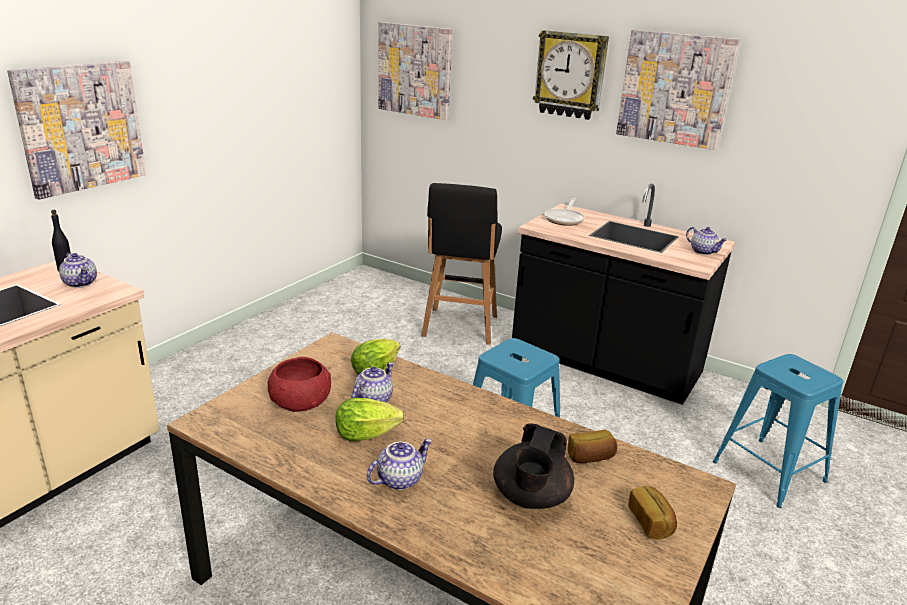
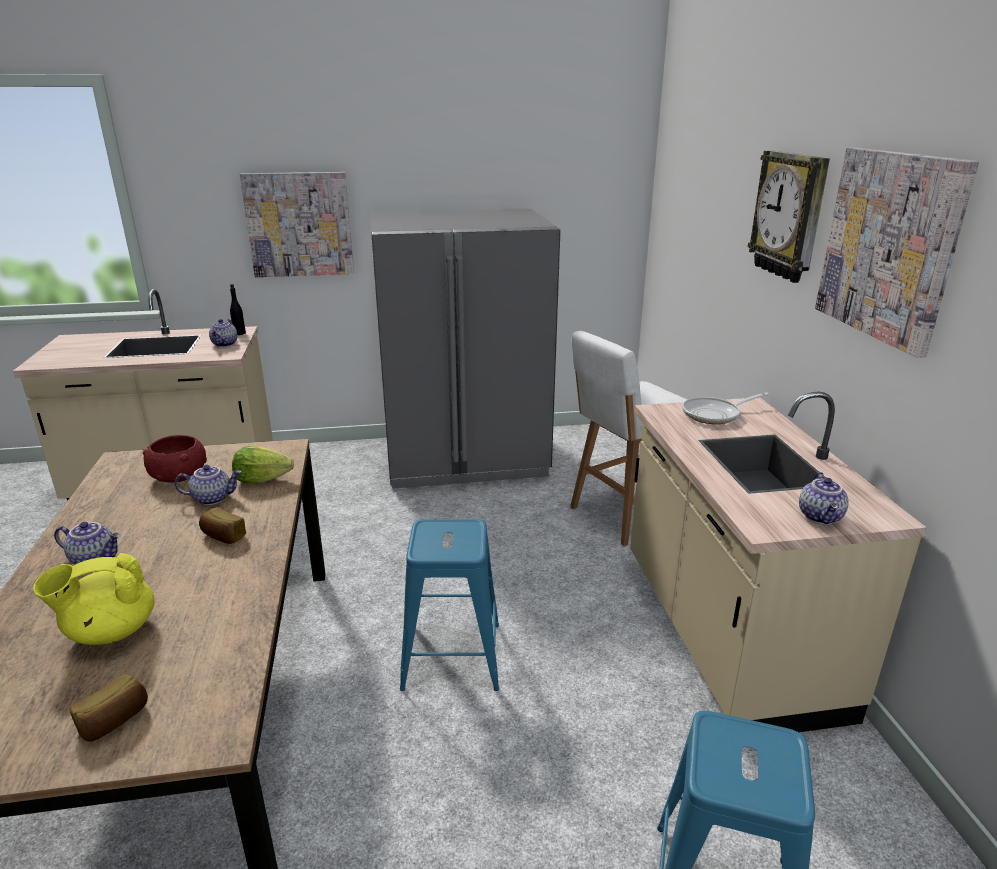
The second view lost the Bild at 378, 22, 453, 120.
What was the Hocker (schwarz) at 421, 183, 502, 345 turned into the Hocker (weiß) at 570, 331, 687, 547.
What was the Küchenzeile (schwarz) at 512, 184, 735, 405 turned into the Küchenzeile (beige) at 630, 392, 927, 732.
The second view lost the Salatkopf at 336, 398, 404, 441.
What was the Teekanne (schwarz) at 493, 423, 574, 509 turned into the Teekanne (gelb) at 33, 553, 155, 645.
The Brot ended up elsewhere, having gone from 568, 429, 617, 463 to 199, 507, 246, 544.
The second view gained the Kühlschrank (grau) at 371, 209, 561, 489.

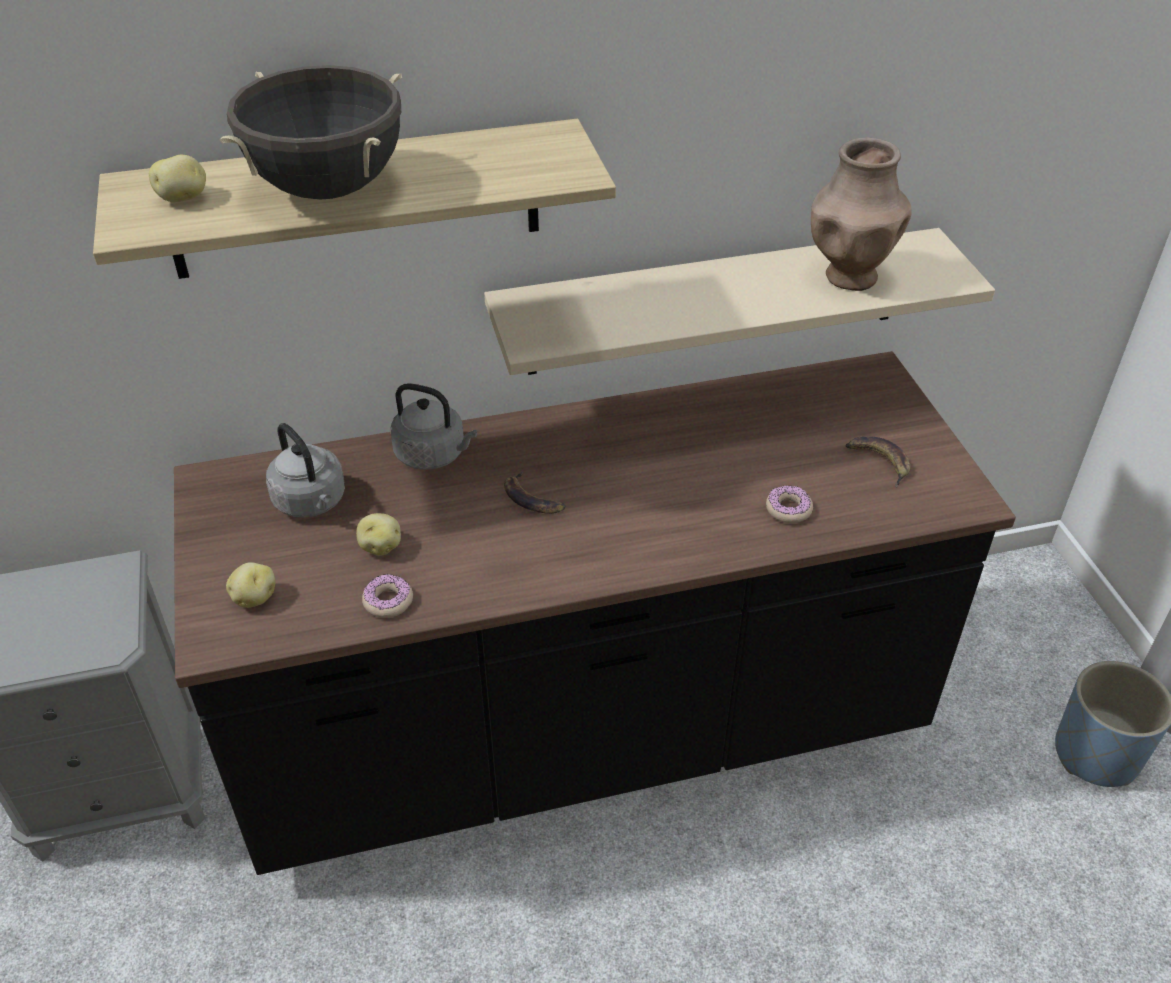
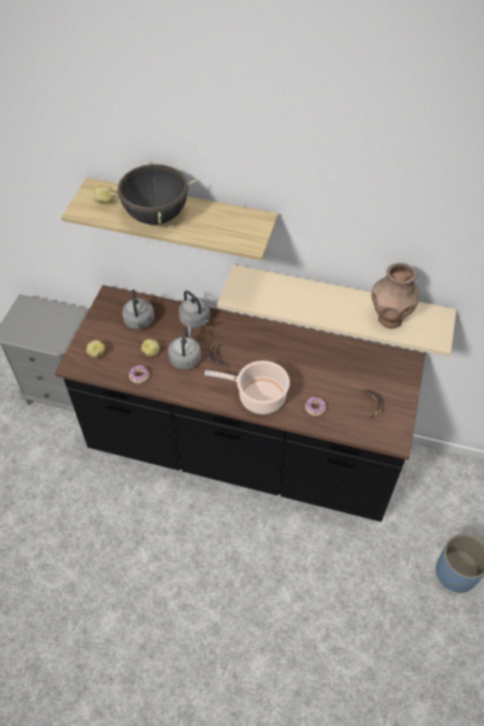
The second view gained the Wasserkessel (grau) at 168, 327, 201, 370.
The second view gained the Kochtopf at 204, 361, 290, 414.

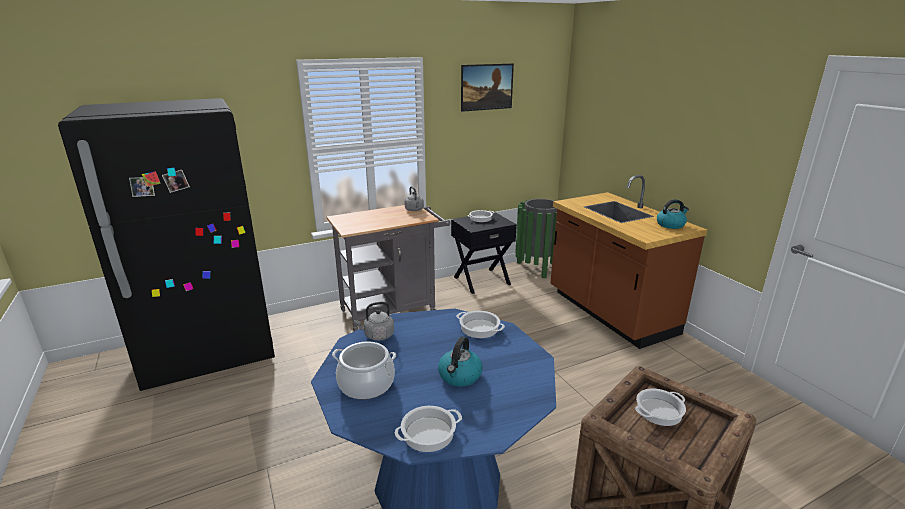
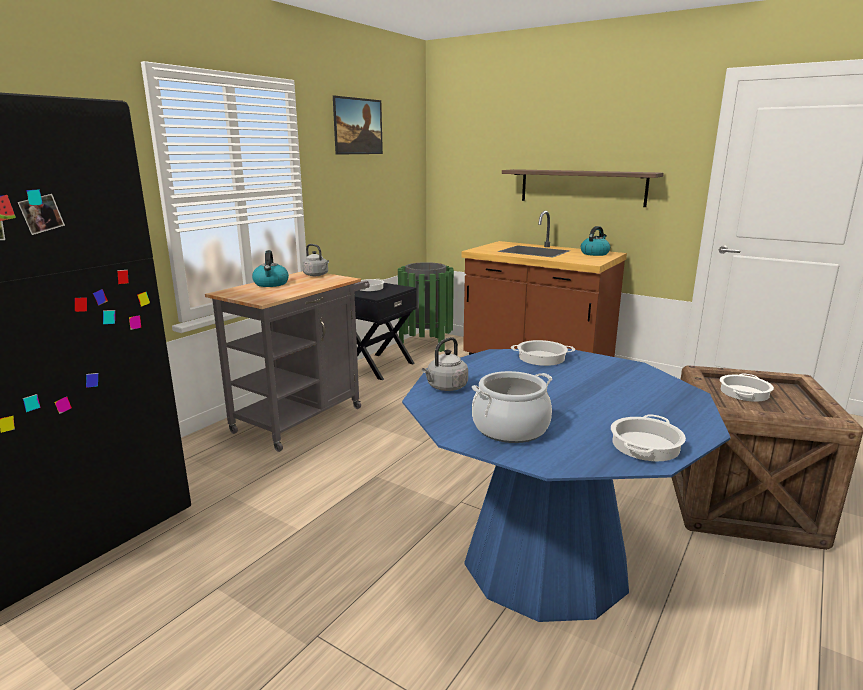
The Wasserkessel ended up elsewhere, having gone from 438, 337, 483, 386 to 252, 250, 289, 287.
The second view gained the Wandregal at 502, 169, 664, 207.

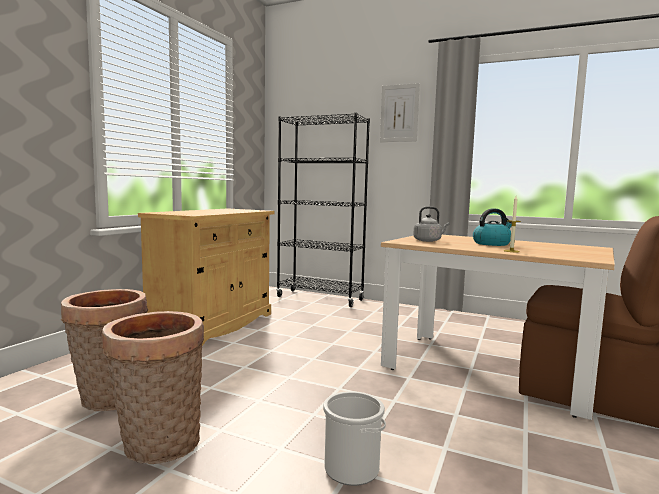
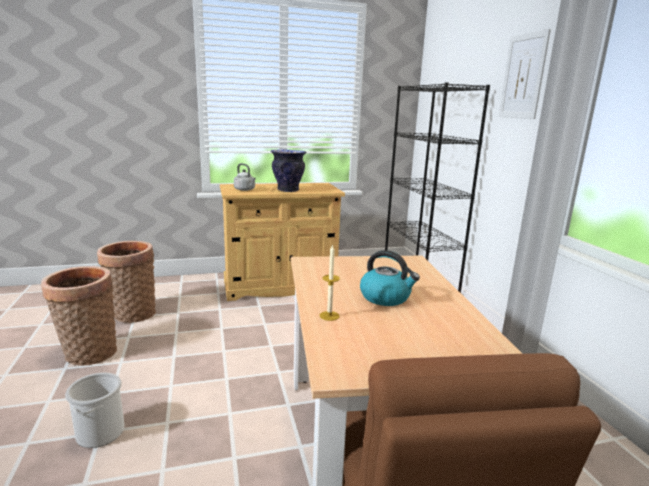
The Wasserkessel (grau) ended up elsewhere, having gone from 413, 207, 450, 242 to 234, 163, 256, 191.
The second view gained the Vase at 271, 149, 306, 192.

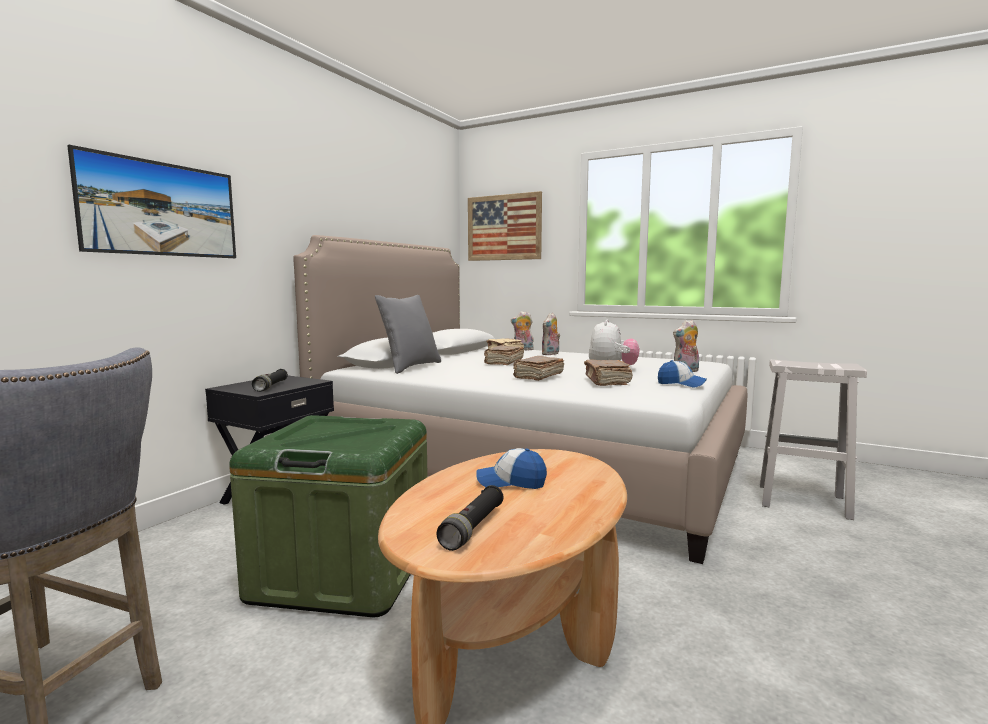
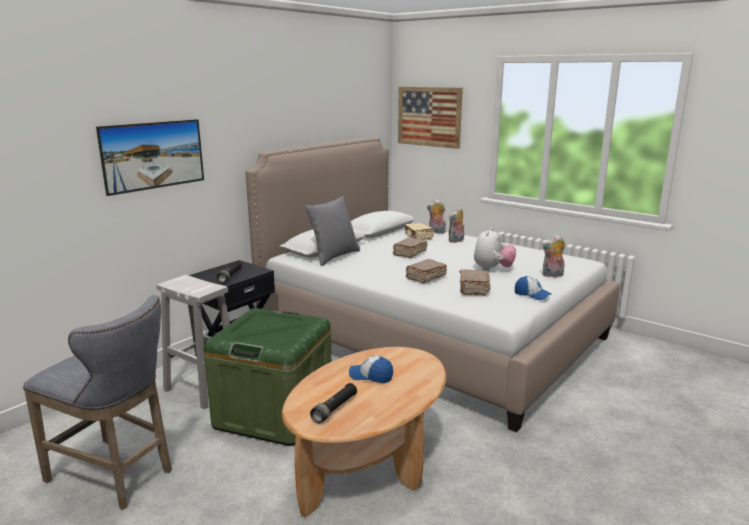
The Hocker (weiß) ended up elsewhere, having gone from 760, 359, 867, 520 to 156, 275, 230, 409.

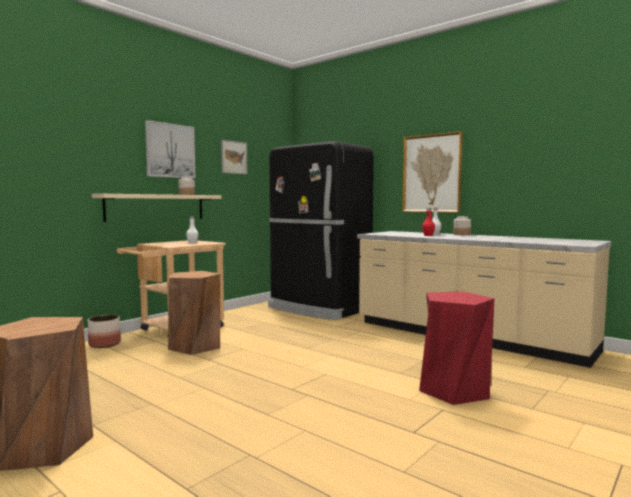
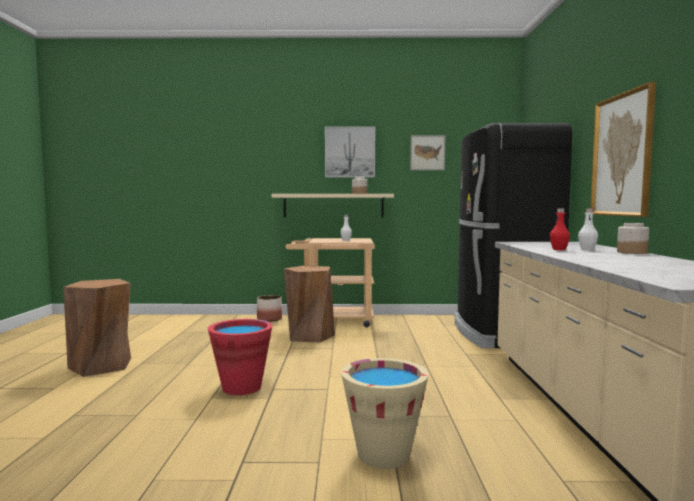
Where the Hocker (rot) stood at 419, 291, 495, 405, the Eimer (beige) came to stand at 341, 358, 429, 469.
The second view gained the Eimer (rot) at 208, 319, 273, 395.

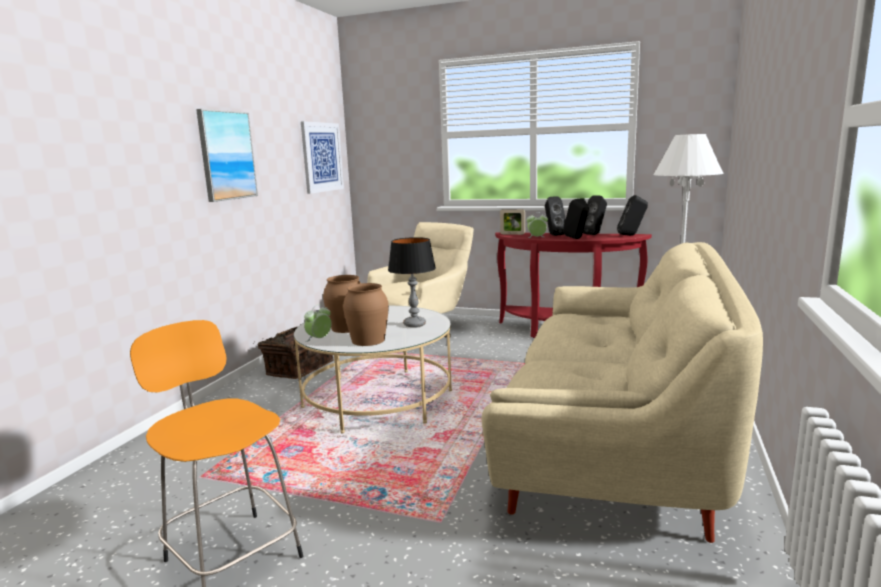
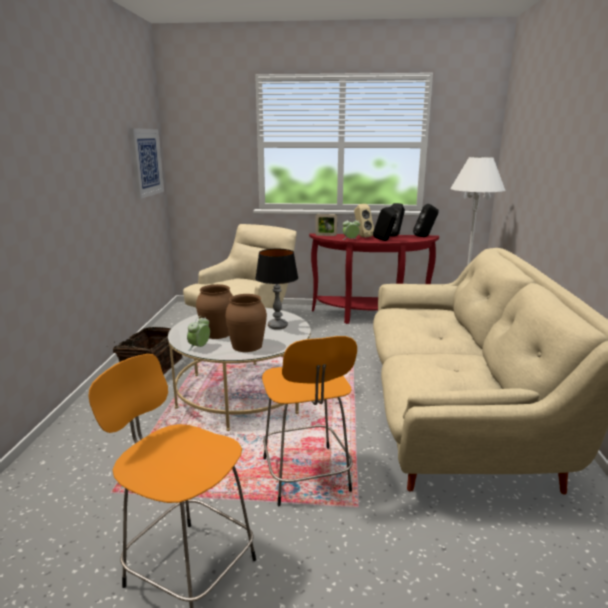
The second view lost the Bild at 196, 109, 258, 202.
What was the Lautsprecher (schwarz) at 545, 197, 566, 236 turned into the Lautsprecher (beige) at 354, 204, 374, 237.
The second view gained the Hocker (orange) at 262, 336, 357, 506.

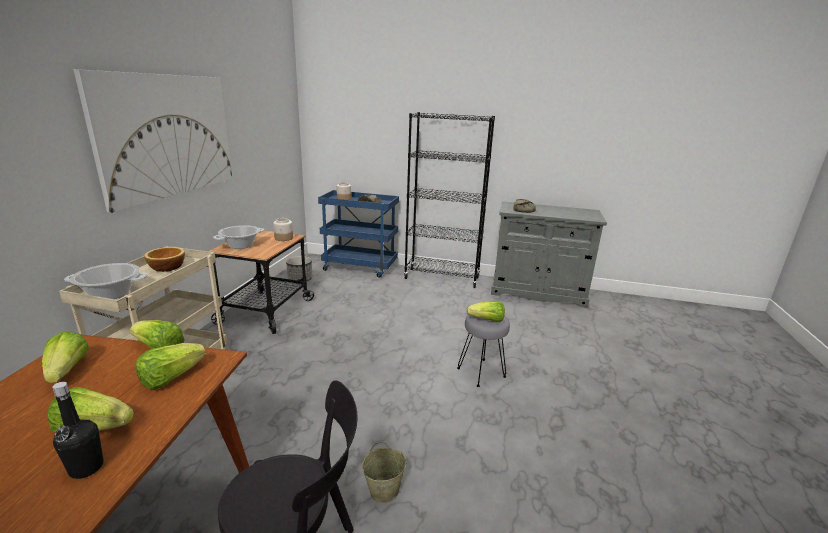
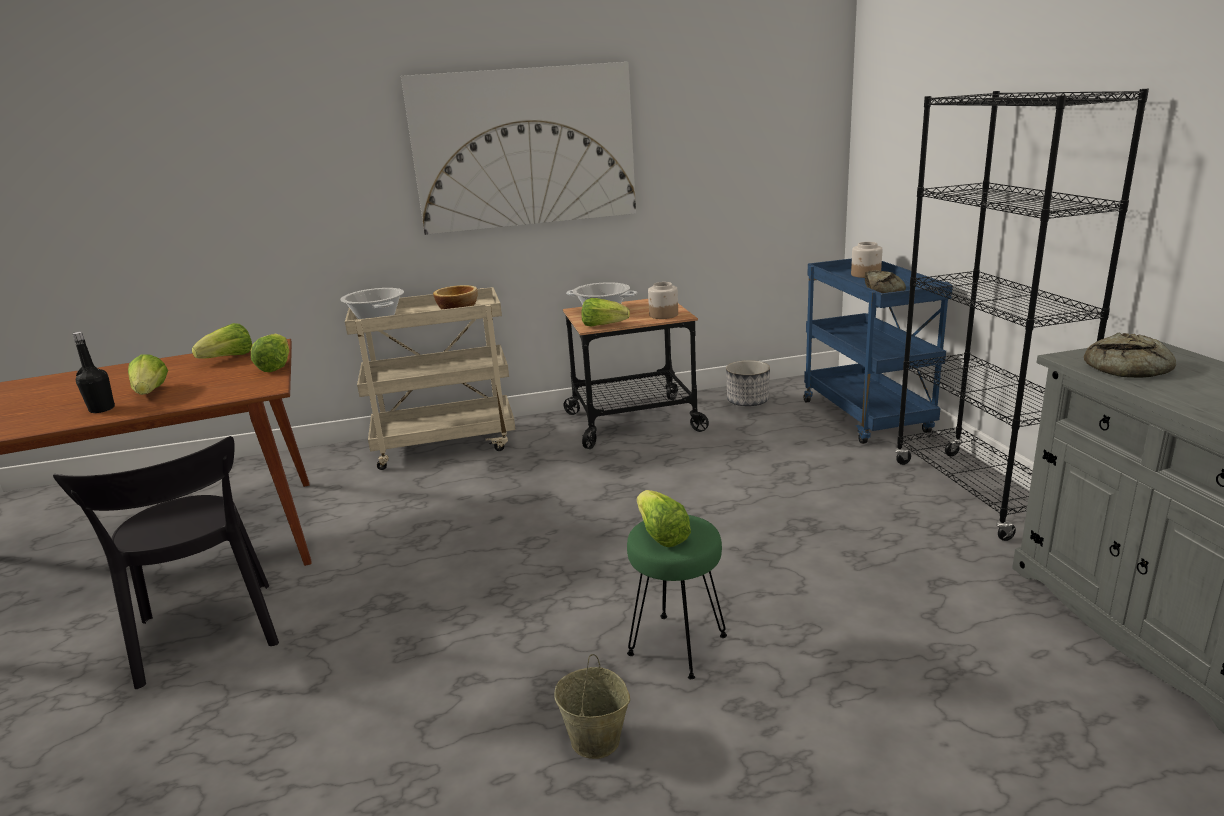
What was the Hocker (grau) at 457, 315, 510, 387 turned into the Hocker (grün) at 627, 515, 727, 679.
The Salatkopf ended up elsewhere, having gone from 136, 343, 206, 390 to 581, 298, 630, 326.
The Eimer (beige) ended up elsewhere, having gone from 362, 442, 407, 503 to 555, 654, 630, 759.

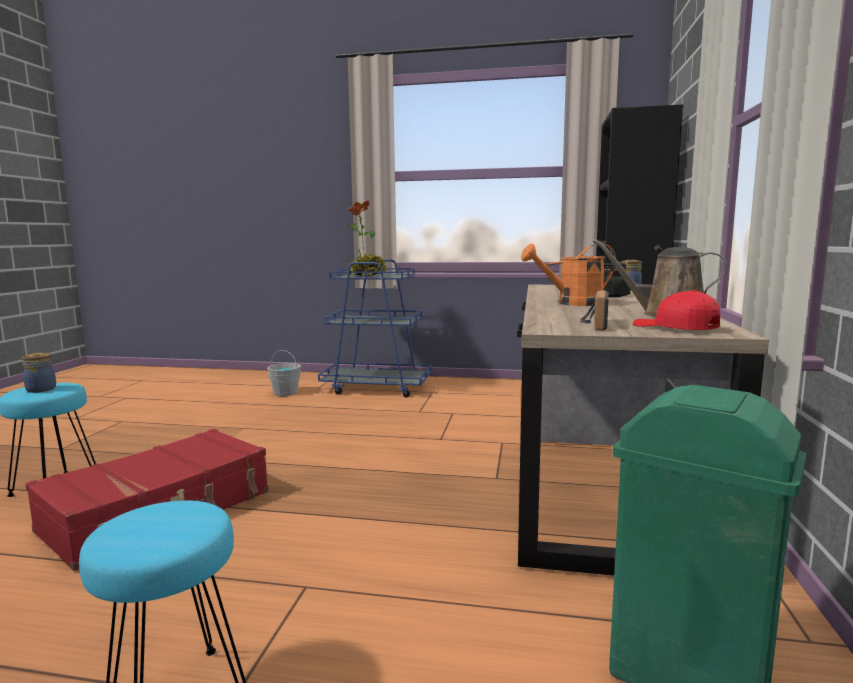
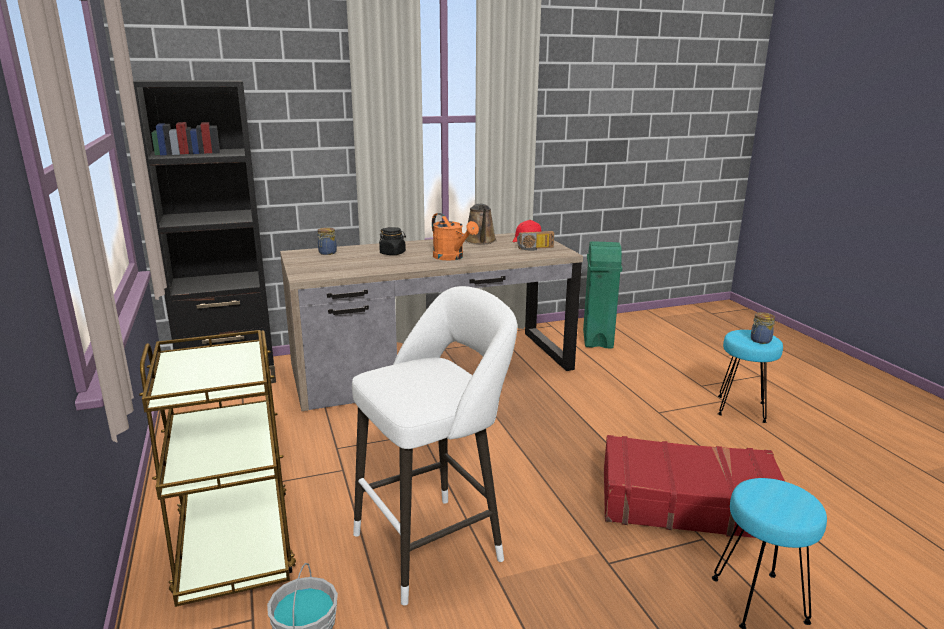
The second view lost the Topfpflanze at 347, 200, 387, 276.
What was the Rollwagen (blau) at 318, 259, 432, 398 turned into the Rollwagen (braun) at 139, 330, 296, 607.
The Vorratsglas ended up elsewhere, having gone from 22, 353, 56, 393 to 751, 312, 775, 344.
The second view gained the Hocker (weiß) at 352, 286, 517, 606.

